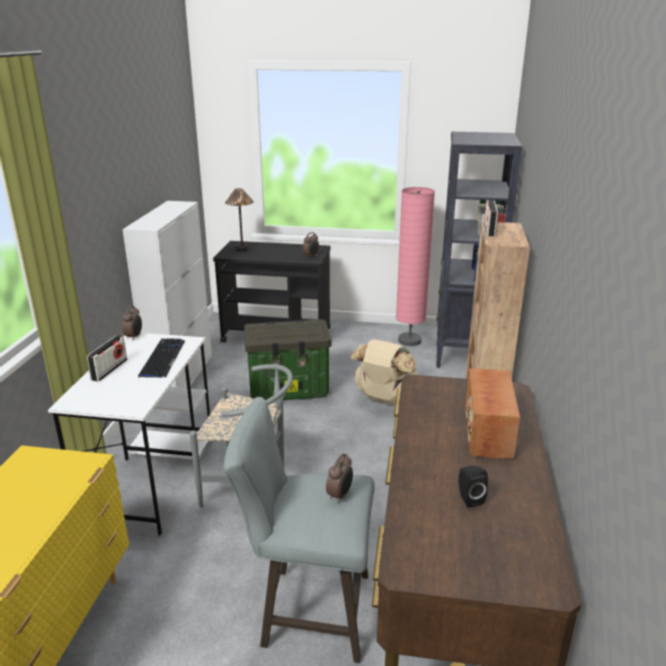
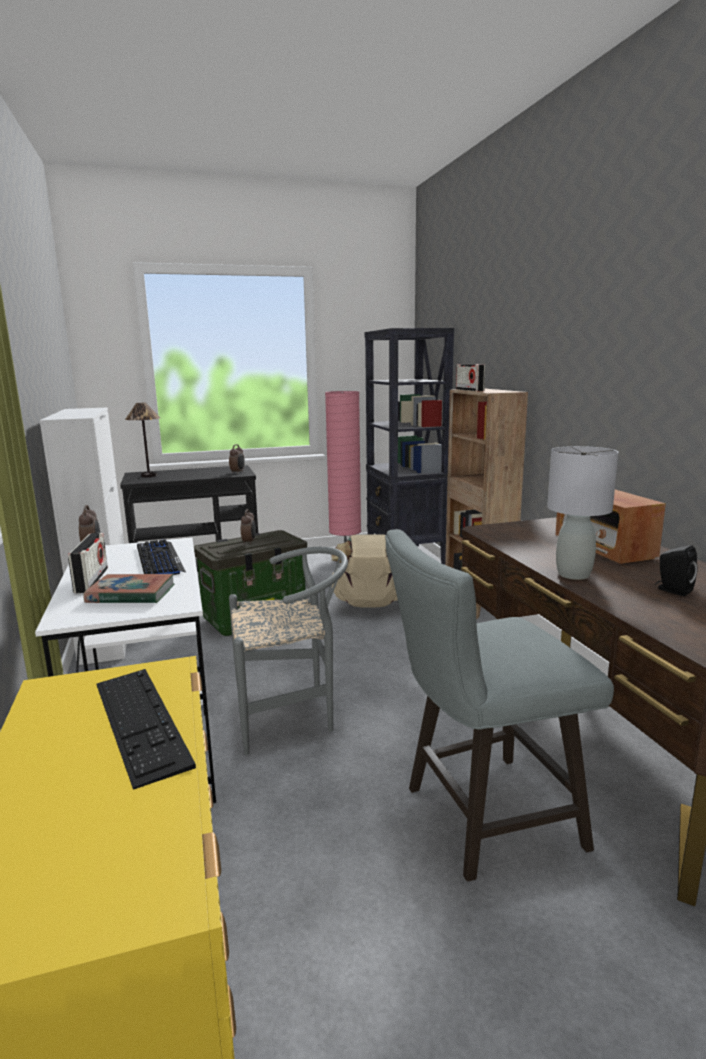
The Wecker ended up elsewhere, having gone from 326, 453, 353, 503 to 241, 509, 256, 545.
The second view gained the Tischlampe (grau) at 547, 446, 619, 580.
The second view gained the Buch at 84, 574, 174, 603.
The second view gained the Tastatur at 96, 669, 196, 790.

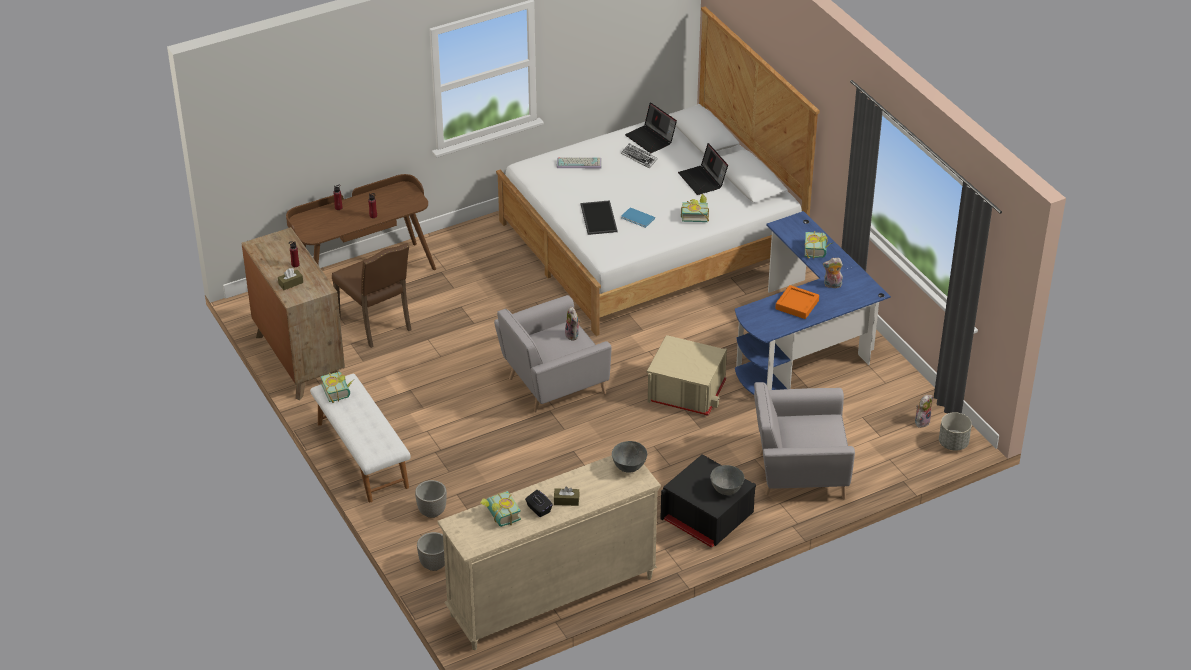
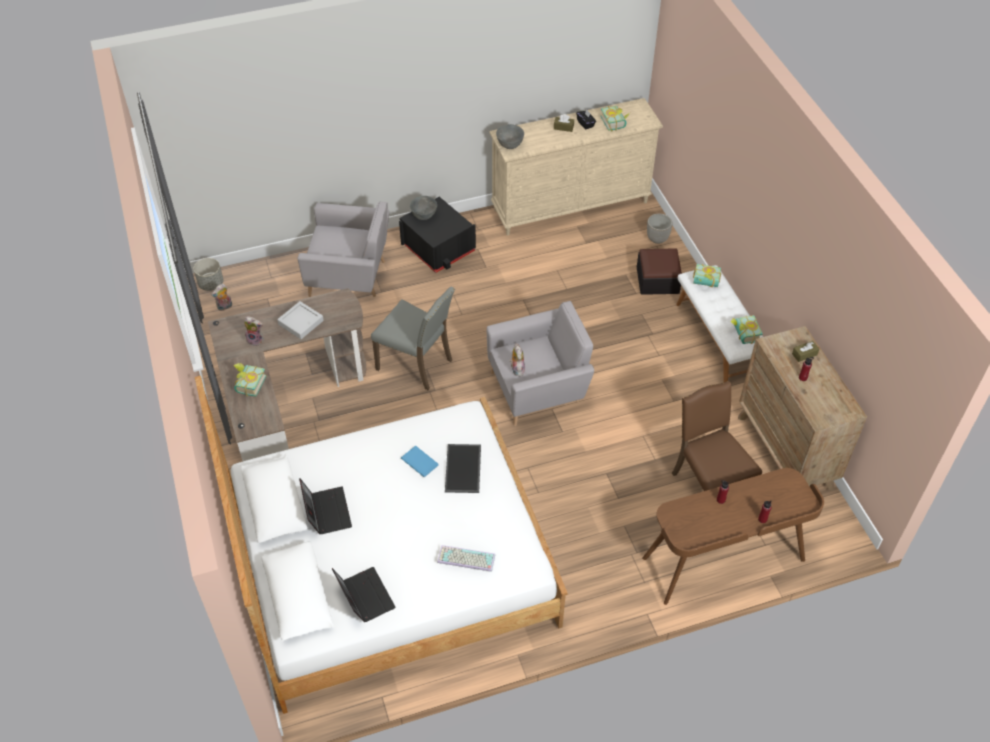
The second view lost the Tastatur at 621, 143, 658, 169.
The Buch ended up elsewhere, having gone from 681, 194, 709, 222 to 693, 264, 721, 287.
What was the Schreibtisch (blau) at 735, 211, 891, 395 turned into the Schreibtisch (braun) at 208, 288, 366, 461.
What was the Tablett (orange) at 775, 285, 819, 319 turned into the Tablett (grau) at 277, 301, 324, 339.
Where the Aufbewahrungsbox (beige) stood at 647, 335, 727, 416, the Stuhl (grau) came to stand at 371, 287, 455, 390.
Where the Pflanzkübel stood at 415, 480, 447, 518, the Polsterhocker came to stand at 637, 248, 682, 295.

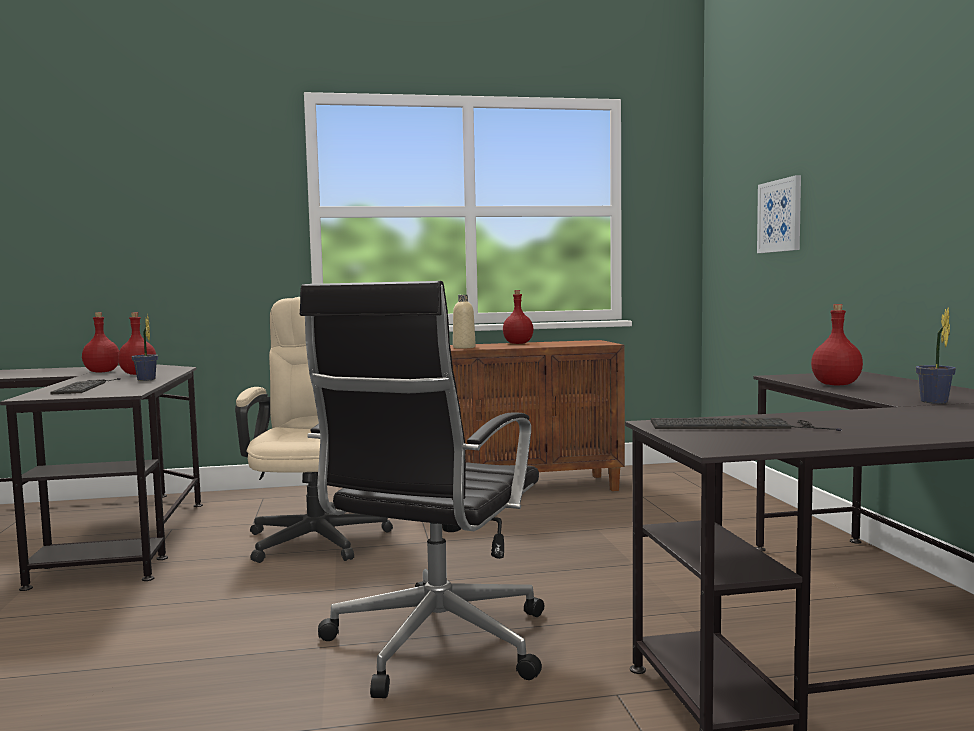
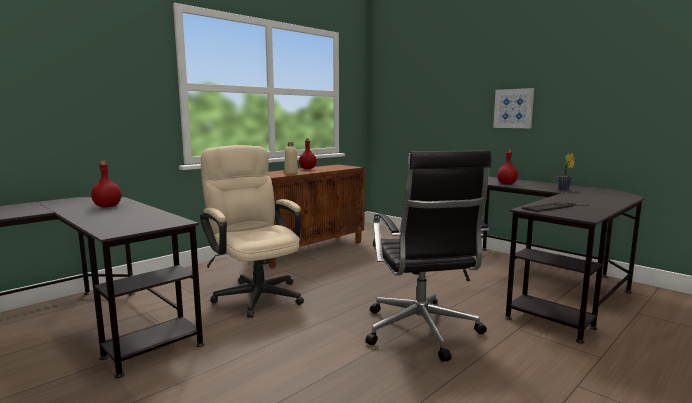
The Bild ended up elsewhere, having gone from 757, 175, 801, 253 to 493, 88, 534, 128.
The second view lost the Flasche (rot) at 82, 312, 119, 372.
The second view lost the Topfpflanze at 132, 314, 158, 381.
The second view lost the Tastatur at 50, 378, 120, 394.

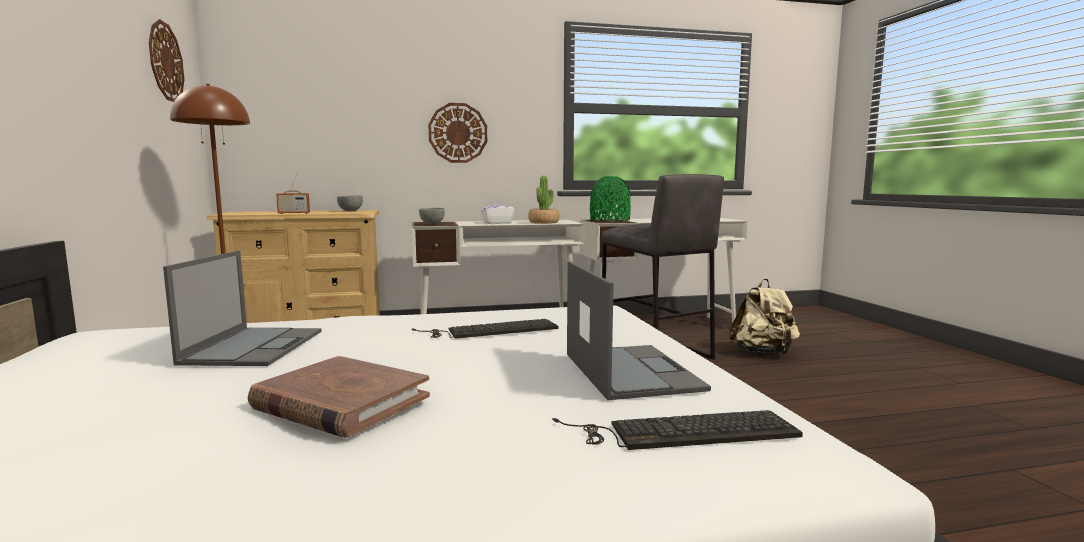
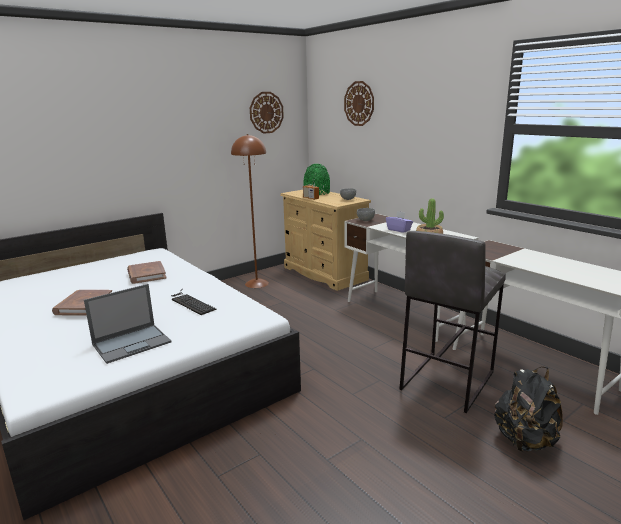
The Wanduhr ended up elsewhere, having gone from 428, 103, 487, 163 to 344, 81, 374, 126.
The Vase (grün) ended up elsewhere, having gone from 590, 176, 631, 222 to 303, 164, 330, 195.
What was the Taschentuchbox (weiß) at 481, 200, 514, 224 turned into the Taschentuchbox (lila) at 386, 211, 413, 233.
Where the Laptop stood at 163, 250, 322, 366, the Buch (braun) came to stand at 127, 261, 167, 284.
What was the Rucksack (beige) at 729, 279, 800, 354 turned into the Rucksack (schwarz) at 494, 367, 563, 452.
The second view lost the Tastatur at 552, 410, 803, 450.

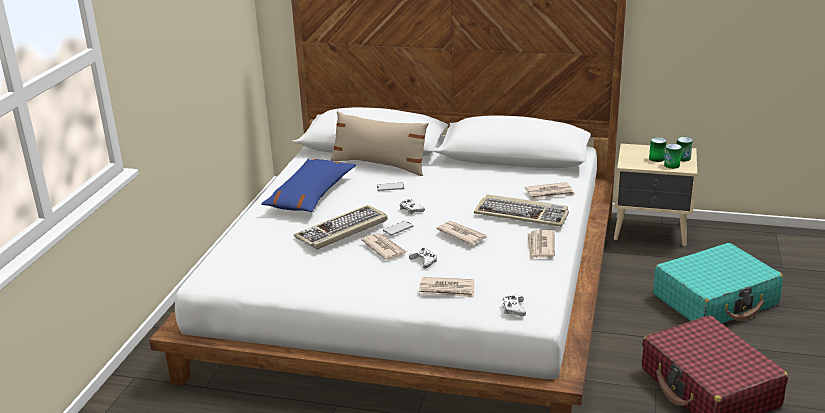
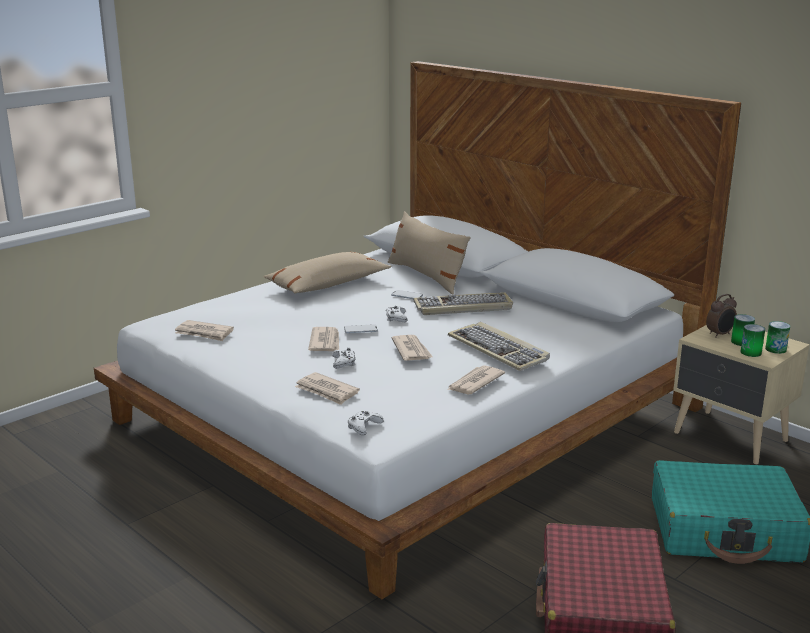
What was the Kissen (blau) at 261, 159, 356, 212 turned into the Kissen (beige) at 264, 252, 391, 294.
The Zeitung ended up elsewhere, having gone from 525, 182, 575, 199 to 175, 320, 234, 341.
The Tastatur ended up elsewhere, having gone from 294, 205, 388, 249 to 413, 292, 513, 315.
The second view gained the Wecker at 706, 294, 737, 338.

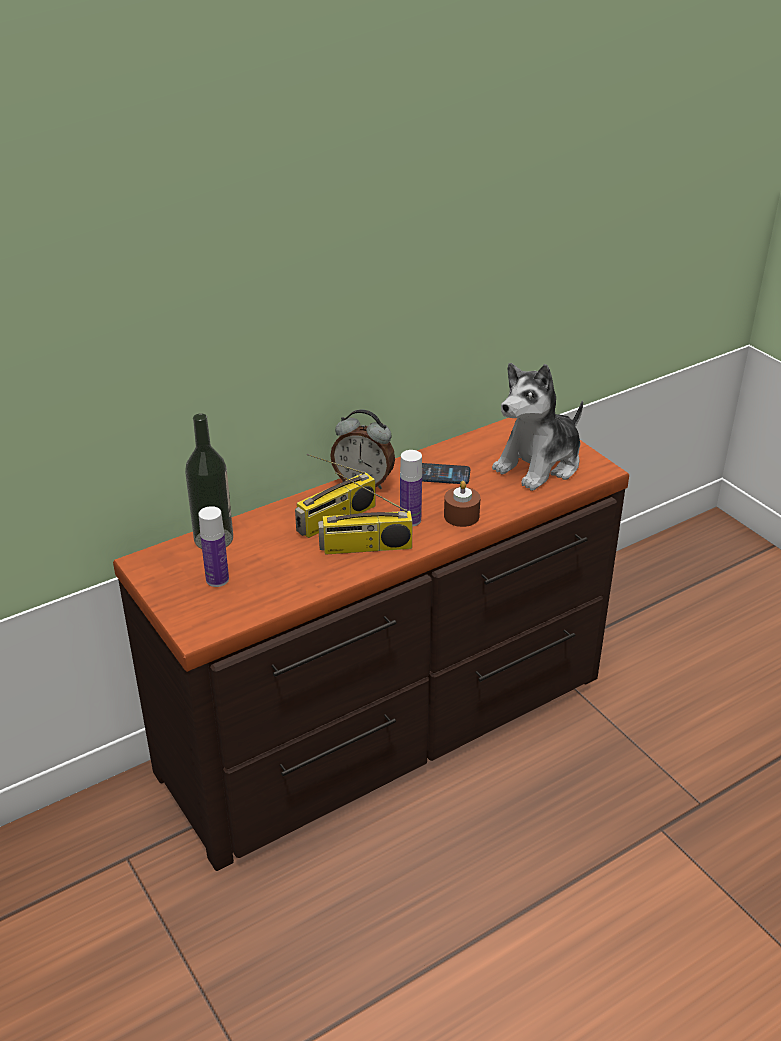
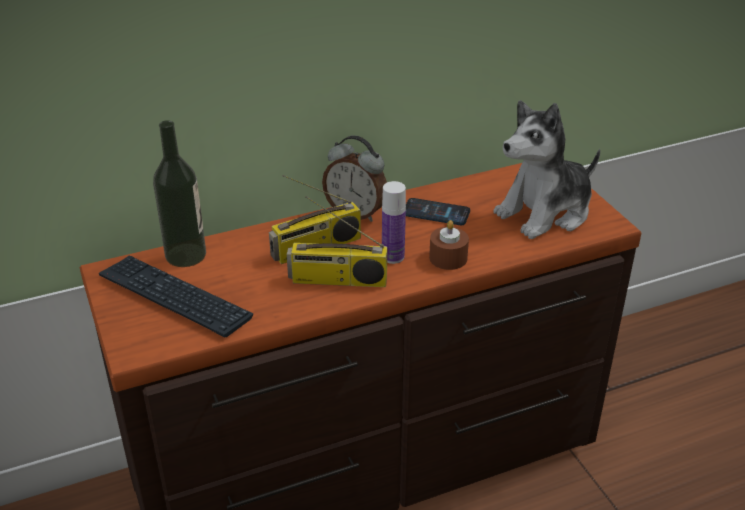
Where the Flasche stood at 198, 506, 229, 587, the Tastatur came to stand at 99, 256, 253, 337.

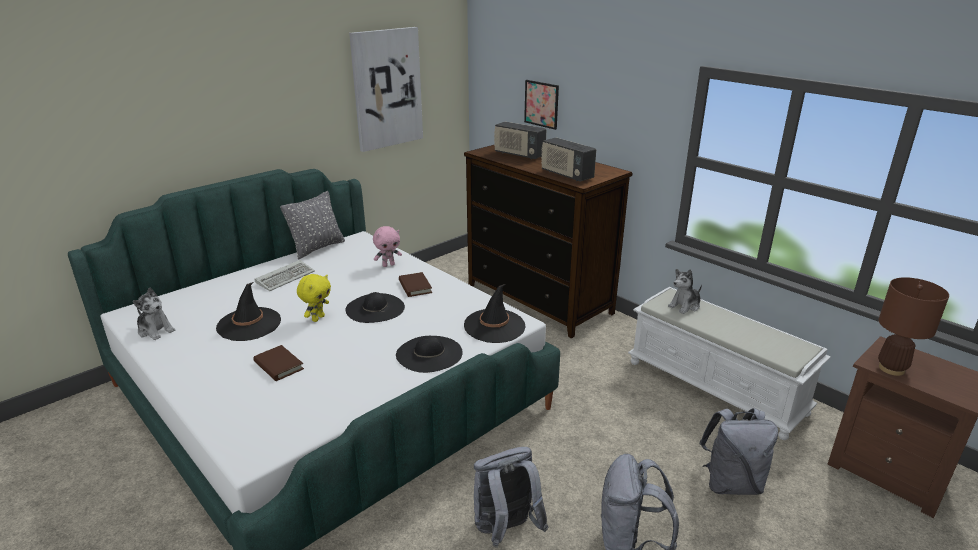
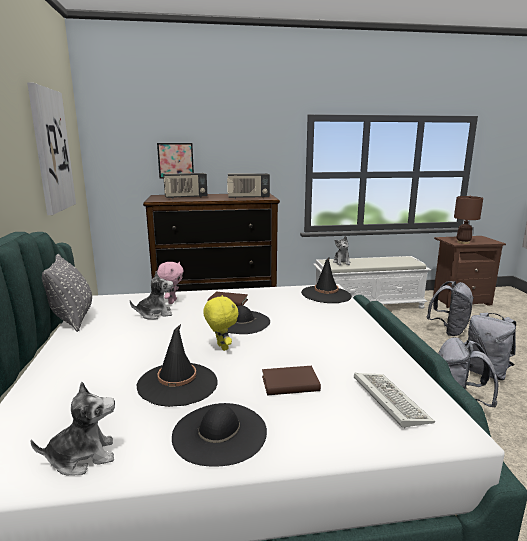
The Tastatur ended up elsewhere, having gone from 255, 260, 315, 291 to 354, 373, 435, 428.
The Hut (schwarz) ended up elsewhere, having gone from 396, 336, 463, 373 to 172, 403, 267, 467.
The second view gained the Plüschtier at 130, 271, 173, 319.

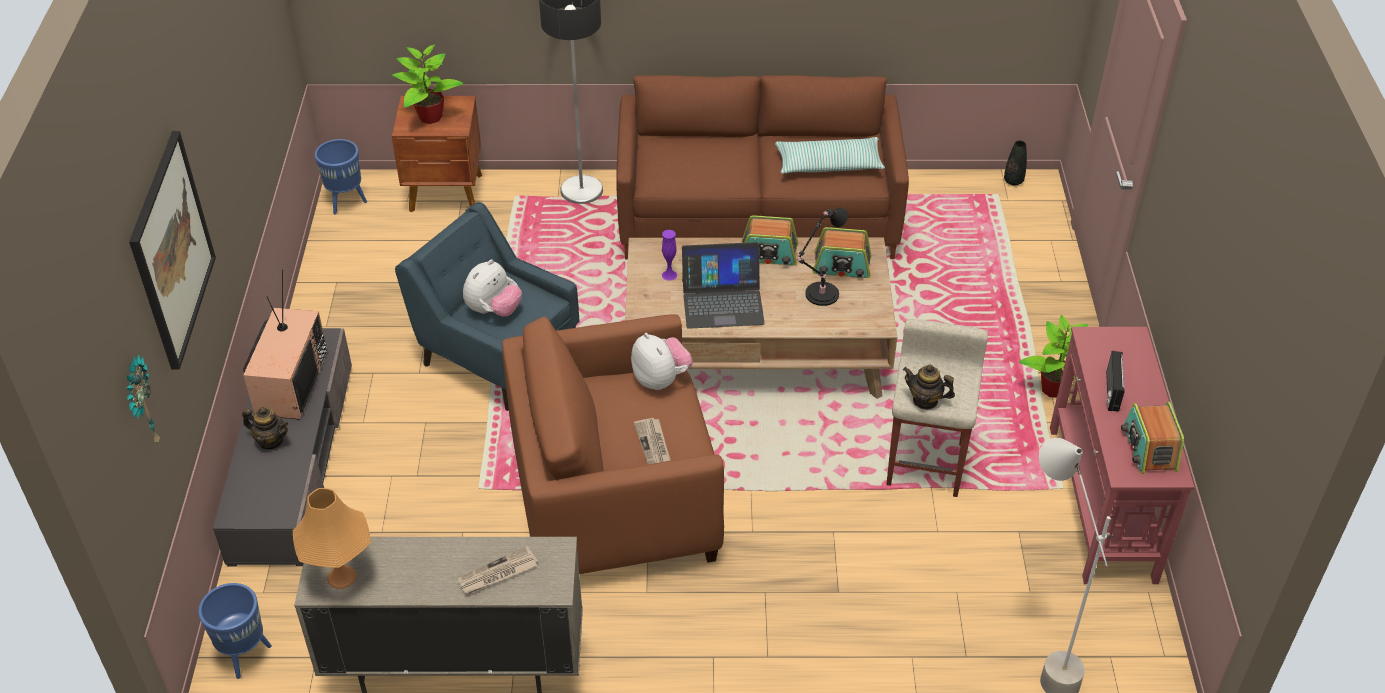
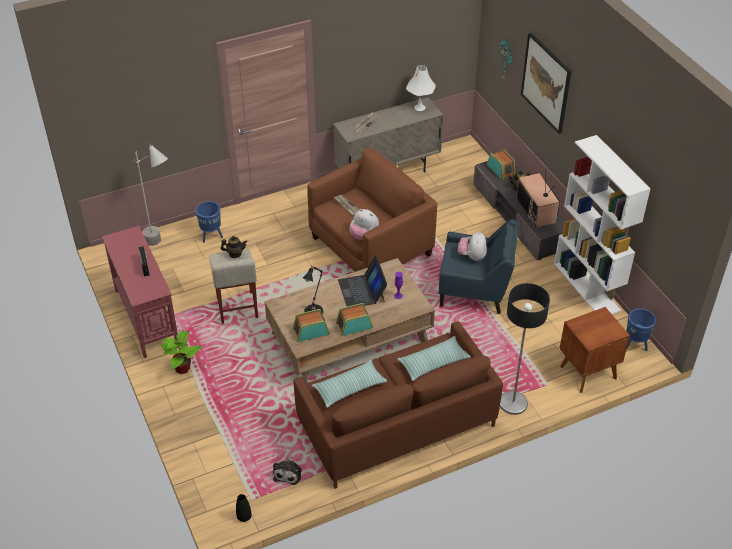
The second view lost the Topfpflanze at 392, 45, 464, 124.
The Laptop at 682, 242, 765, 329 ended up facing another way, 75 degrees counterclockwise from before.
The Radio ended up elsewhere, having gone from 1121, 402, 1184, 474 to 487, 149, 516, 180.
What was the Tischlampe (orange) at 293, 488, 371, 589 turned into the Tischlampe (weiß) at 406, 65, 436, 111.
The Pflanzkübel (blau) ended up elsewhere, having gone from 198, 583, 272, 679 to 196, 201, 223, 243.
The second view gained the Bücherregal (weiß) at 554, 135, 651, 315.
The second view gained the Kissen at 397, 336, 471, 381.
The second view gained the Plüschtier at 273, 457, 302, 485.

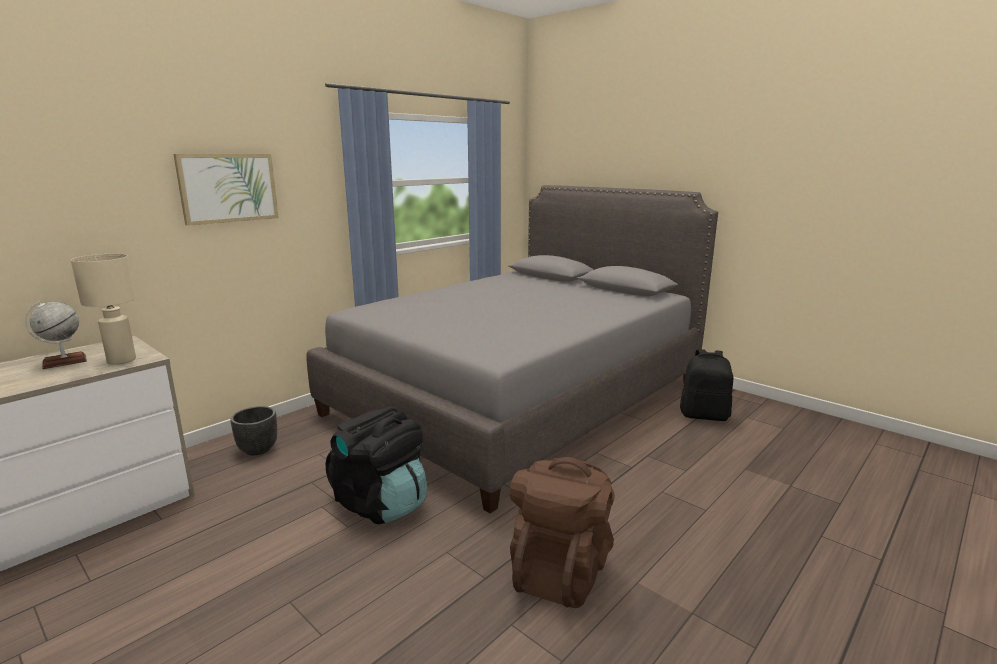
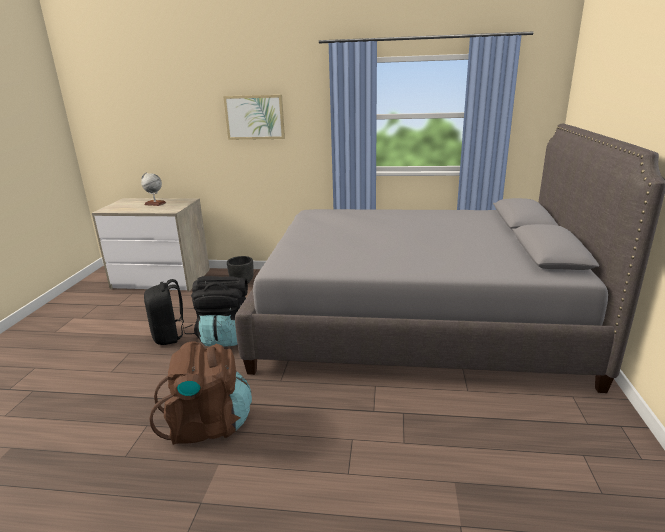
The second view lost the Tischlampe (beige) at 71, 254, 136, 365.
The Rucksack (schwarz) ended up elsewhere, having gone from 680, 349, 733, 421 to 144, 279, 195, 345.

